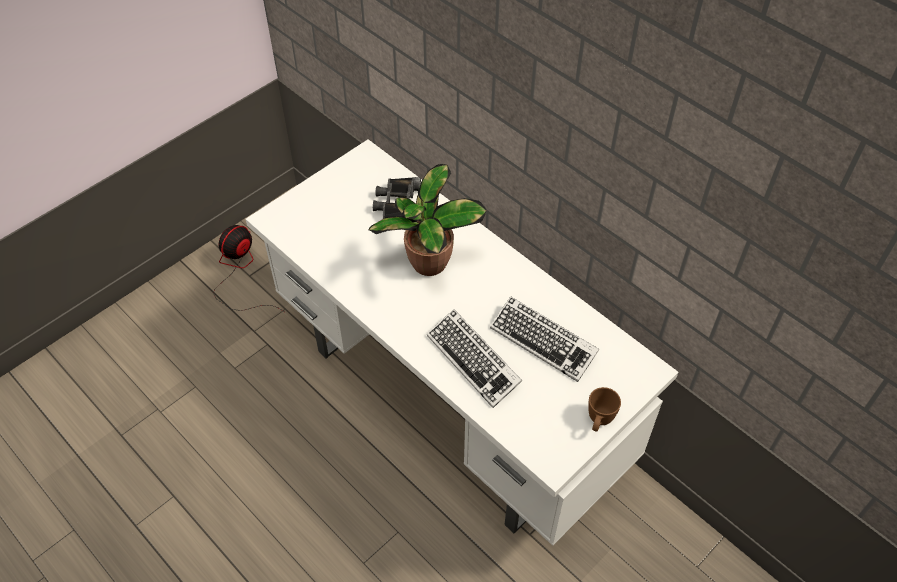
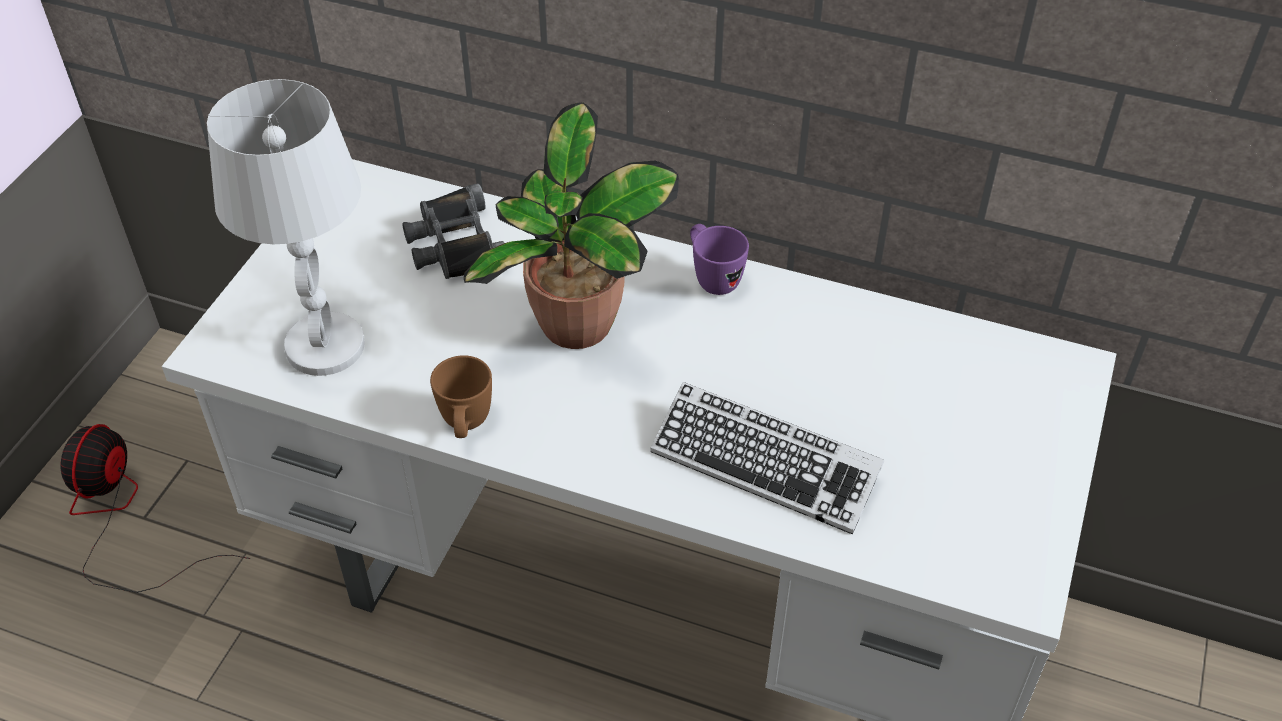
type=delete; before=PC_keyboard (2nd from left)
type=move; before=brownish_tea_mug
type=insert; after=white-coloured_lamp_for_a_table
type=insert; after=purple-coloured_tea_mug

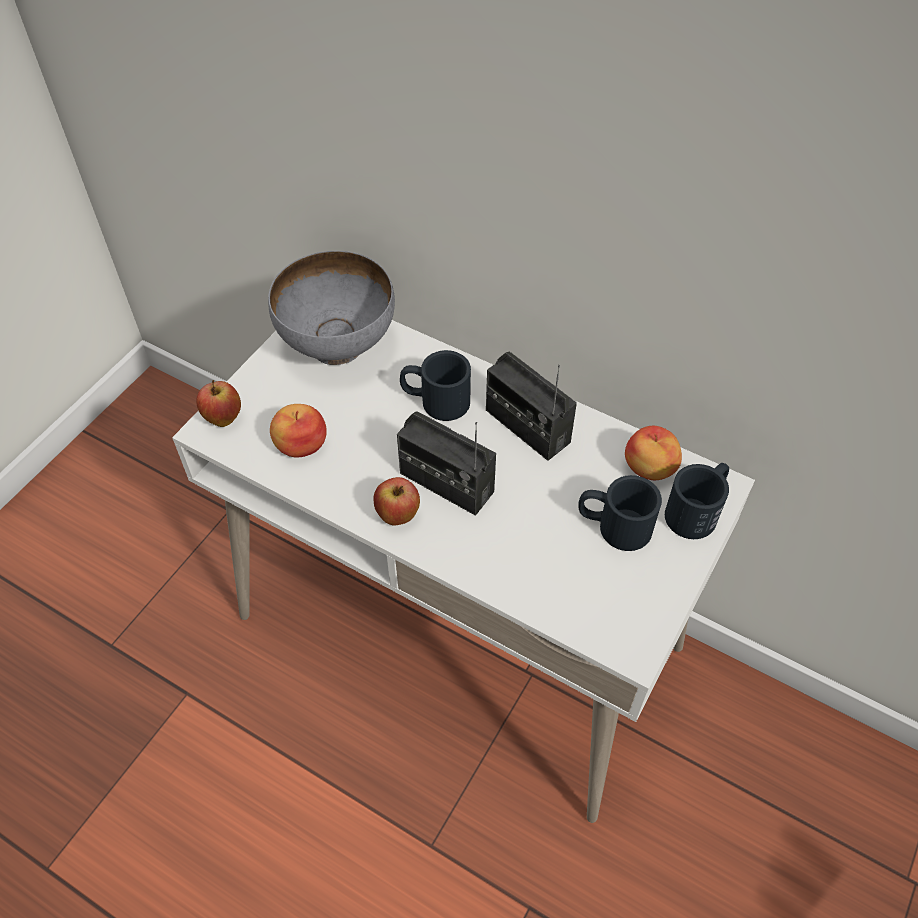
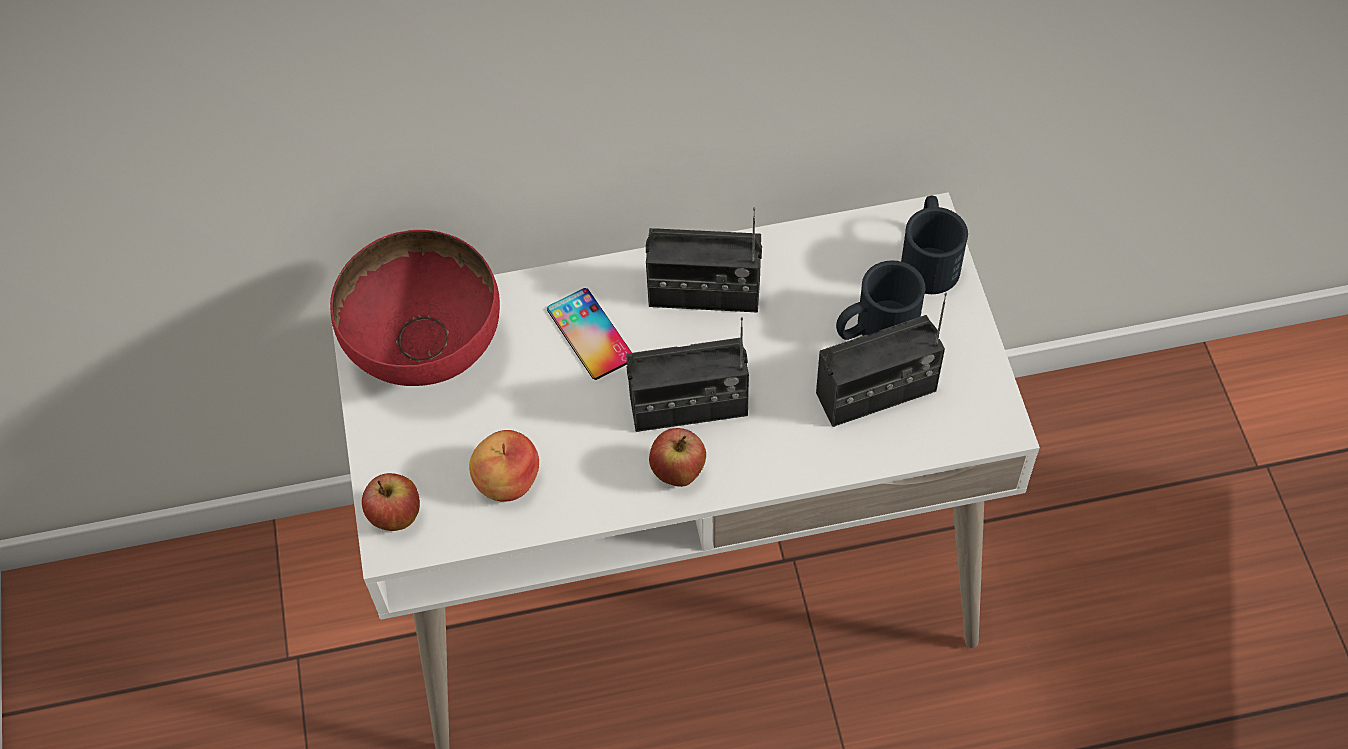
type=recolor; before=gray_serving_bowl; after=red-coloured_serving_bowl
type=replace; before=black_tea_mug (1st from left); after=handset
type=delete; before=whole_apple (4th from left)
type=insert; after=radio (3rd from left)

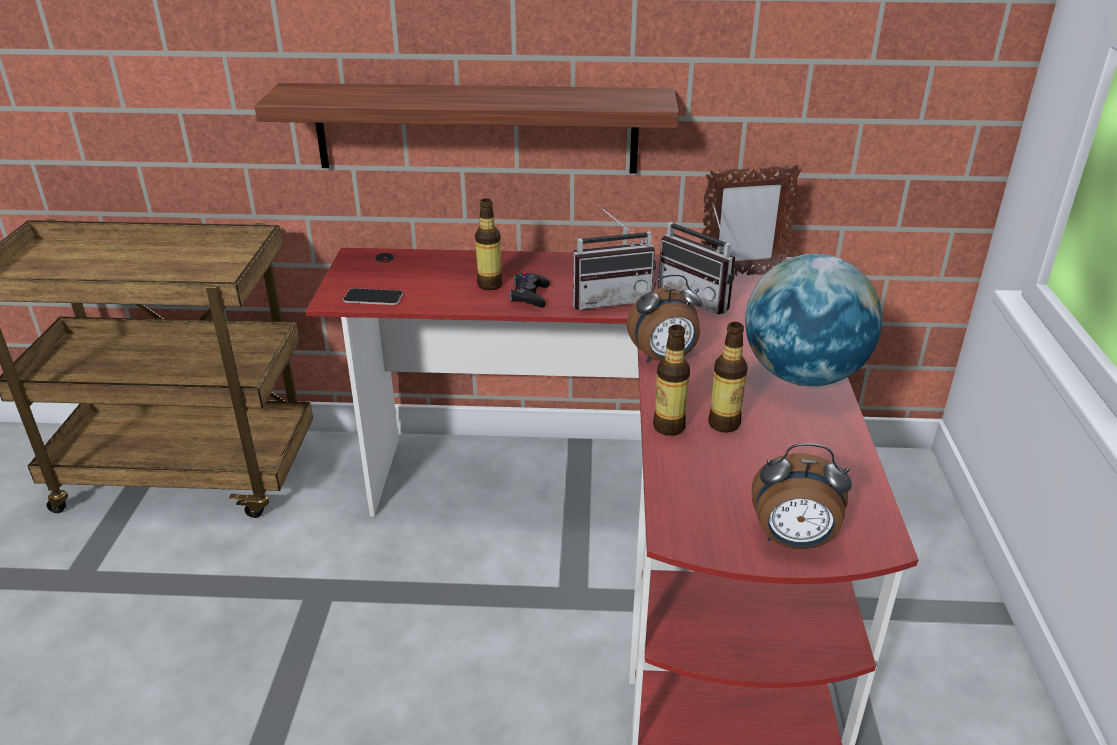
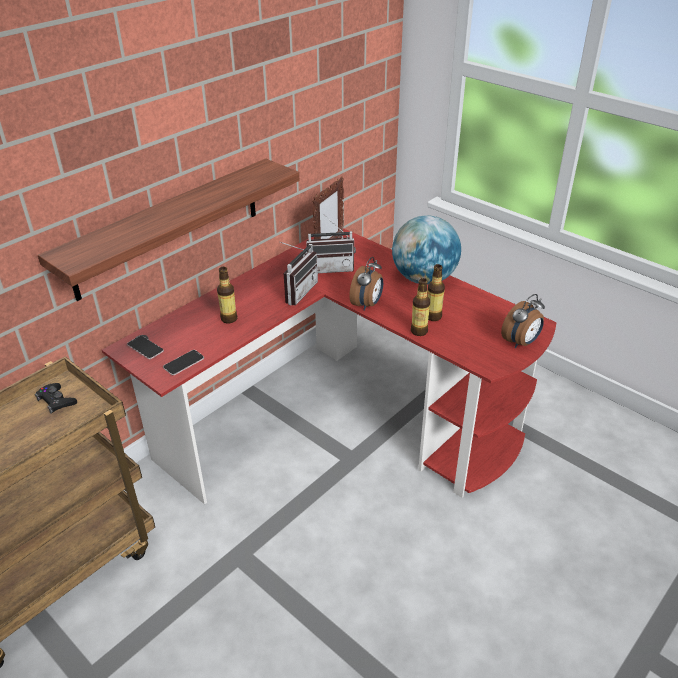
type=move; before=black_game_controller
type=insert; after=handset (1st from left)

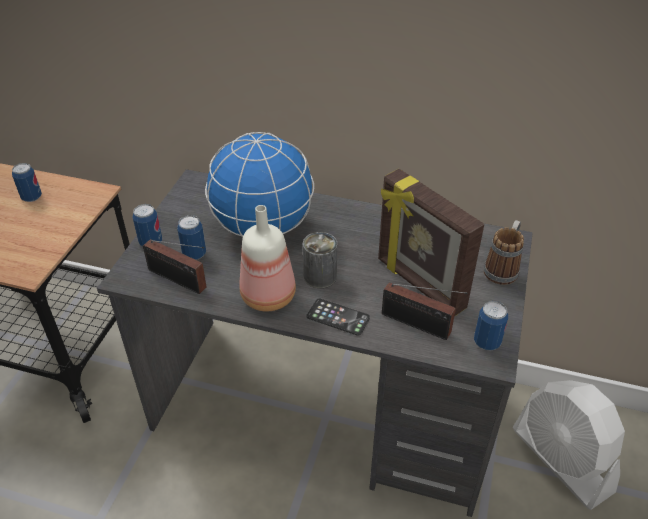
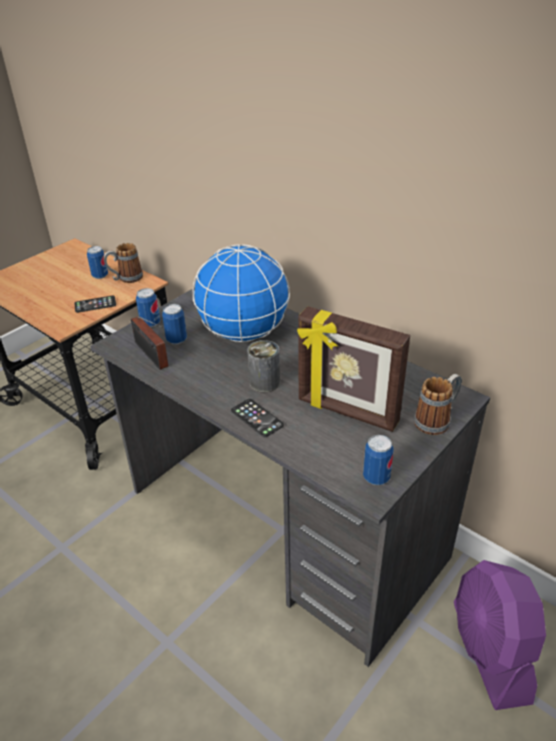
type=delete; before=bottle
type=rotate; before=picture_frame; turn=-45
type=delete; before=radio (2nd from left)
type=recolor; before=white-coloured_fan; after=purple-coloured_fan
type=insert; after=handset (1st from left)
type=insert; after=tea_mug (1st from left)

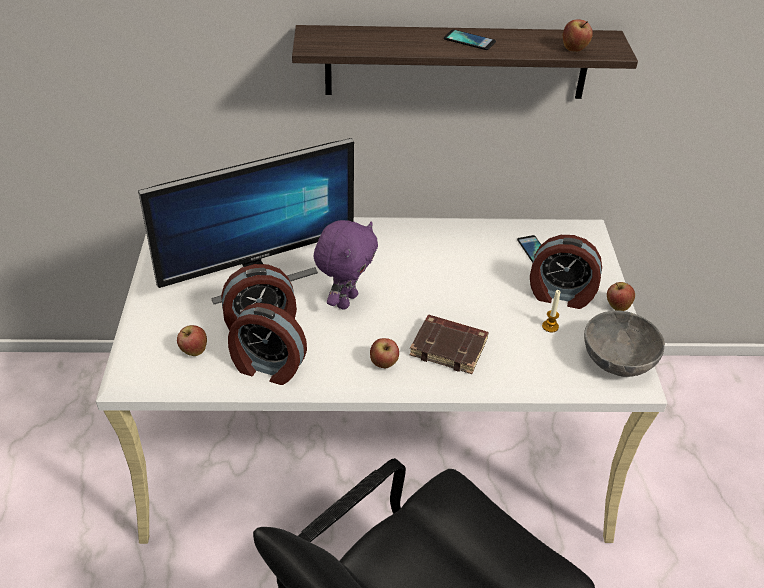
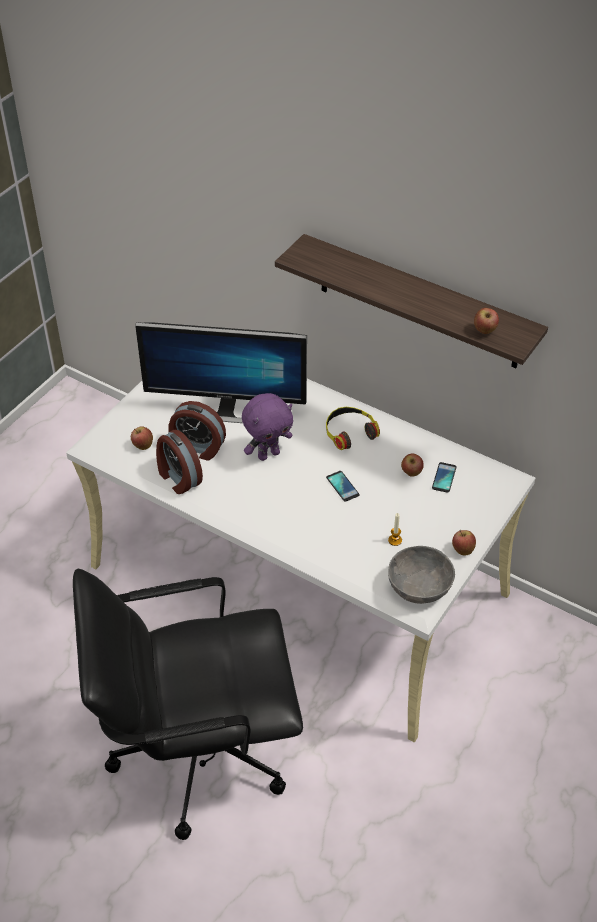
type=move; before=whole_apple (2nd from left)
type=delete; before=brownish_book
type=move; before=handset (1st from left)
type=delete; before=bedside_clock (3rd from left)
type=insert; after=pair_of_headphones

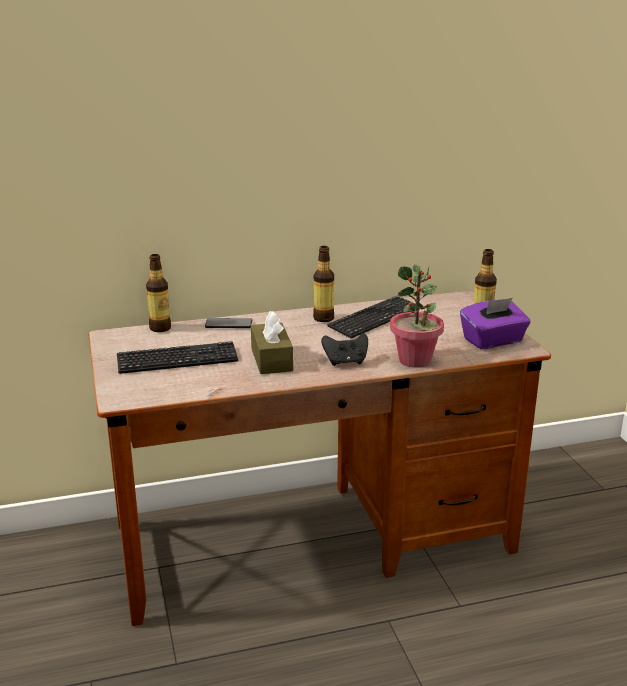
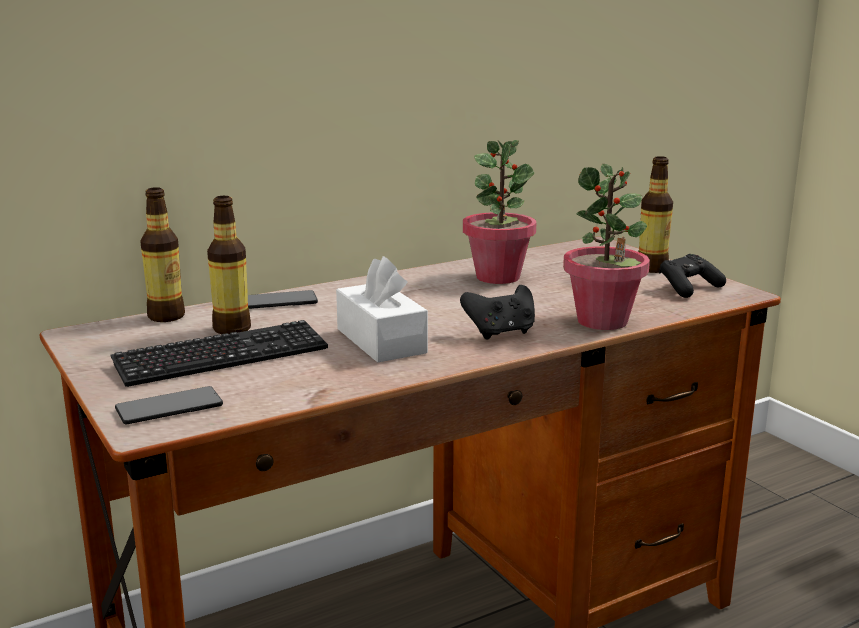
type=recolor; before=brownish_tissue_box; after=white-coloured_tissue_box
type=move; before=bottle (2nd from left)
type=replace; before=PC_keyboard (2nd from left); after=potted_plant (1st from left)
type=replace; before=purple-coloured_tissue_box; after=black_game_controller (2nd from left)
type=insert; after=handset (1st from left)

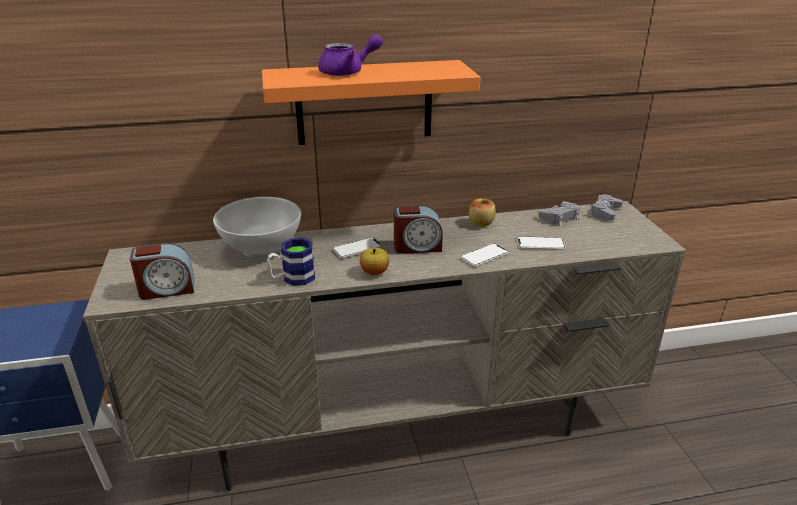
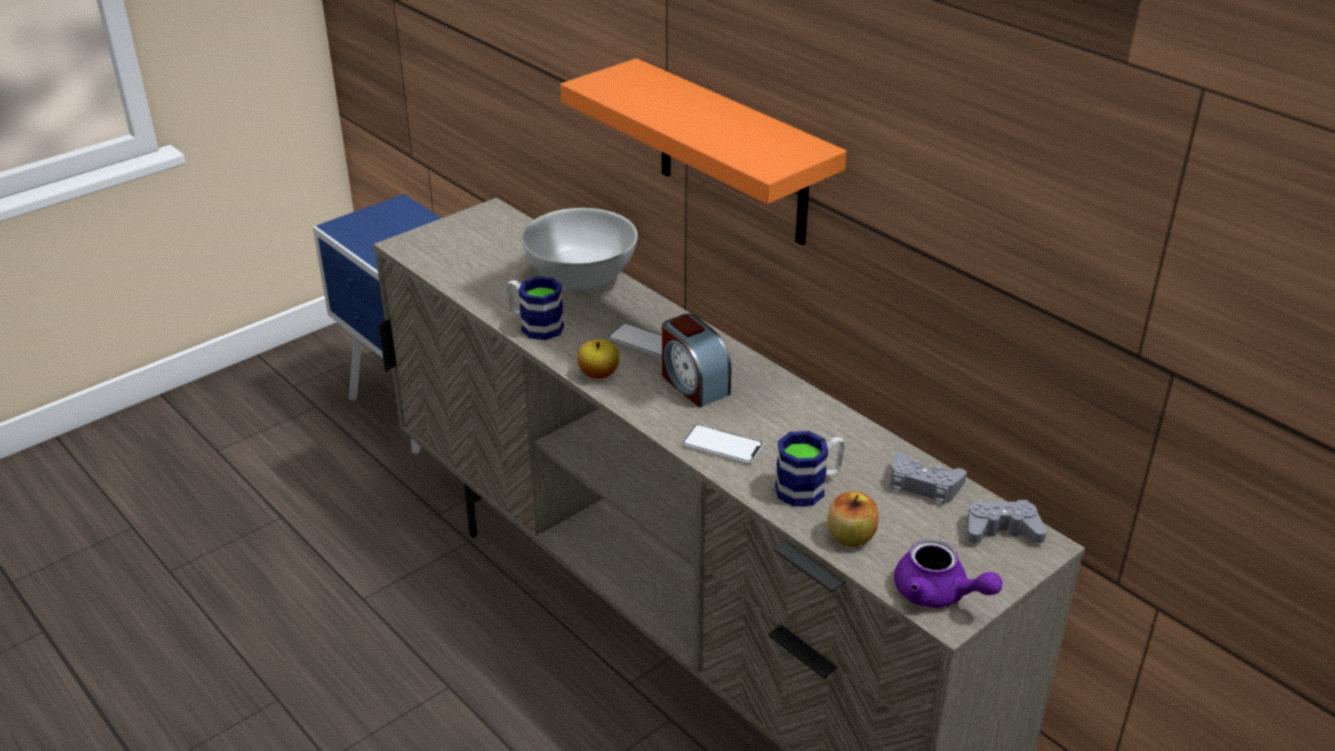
type=delete; before=bedside_clock (1st from left)
type=move; before=purple-coloured_tea_pot
type=move; before=whole_apple (2nd from left)
type=replace; before=handset (3rd from left); after=tea_mug (2nd from left)

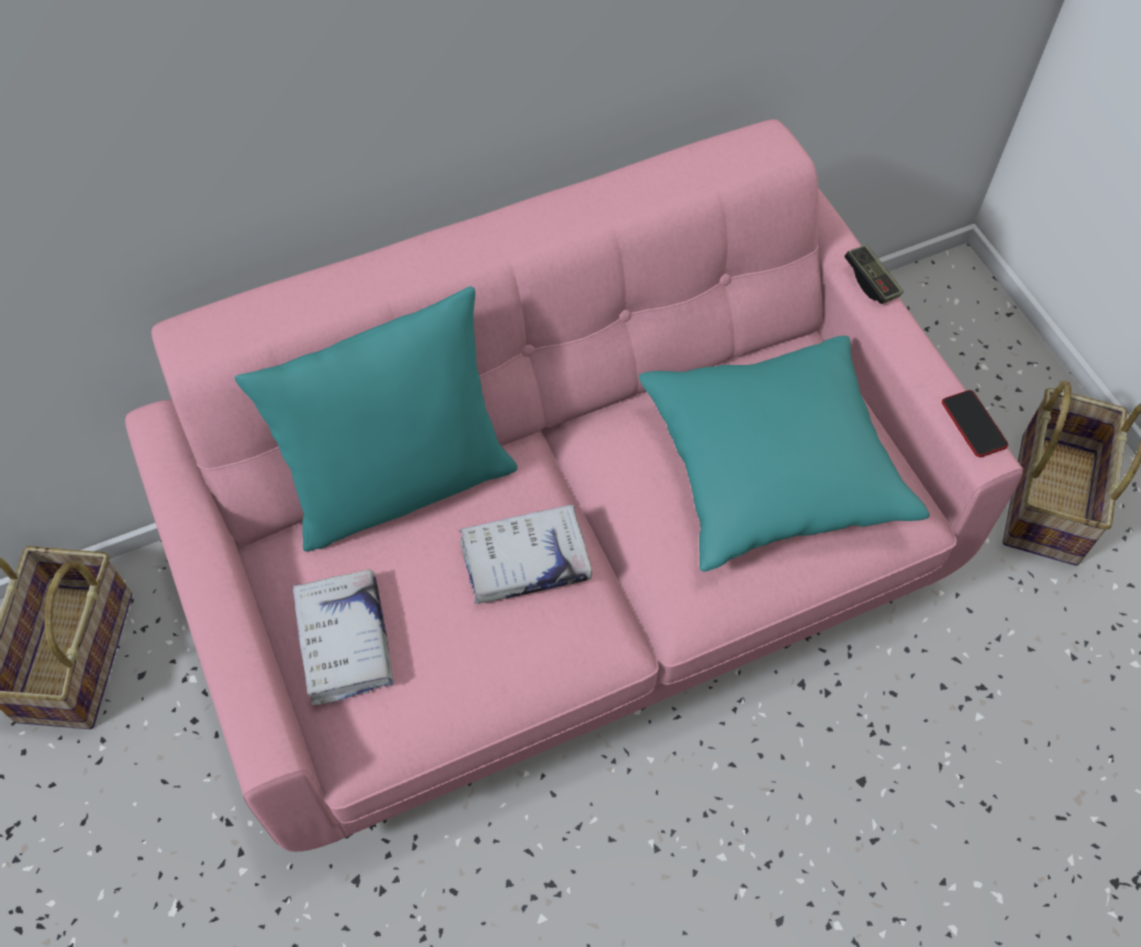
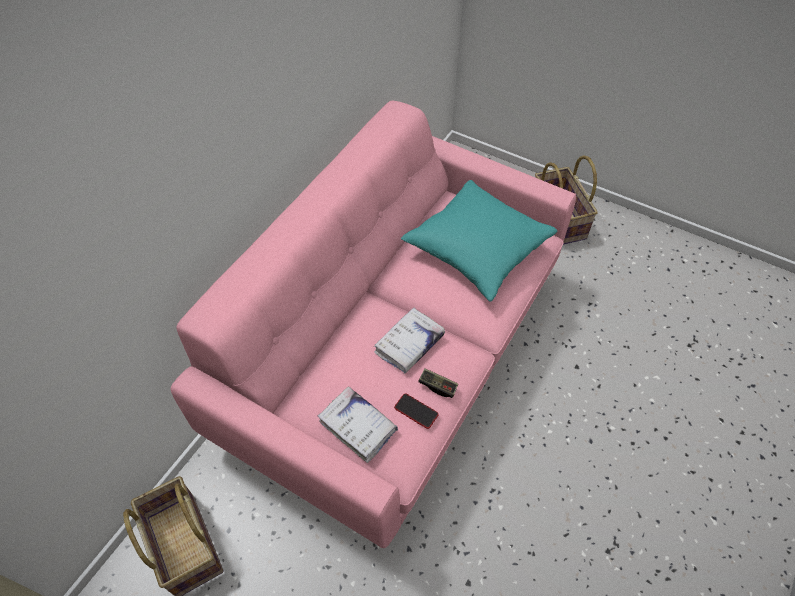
type=delete; before=turquoise_cushion (1st from left)
type=move; before=game_controller
type=move; before=handset

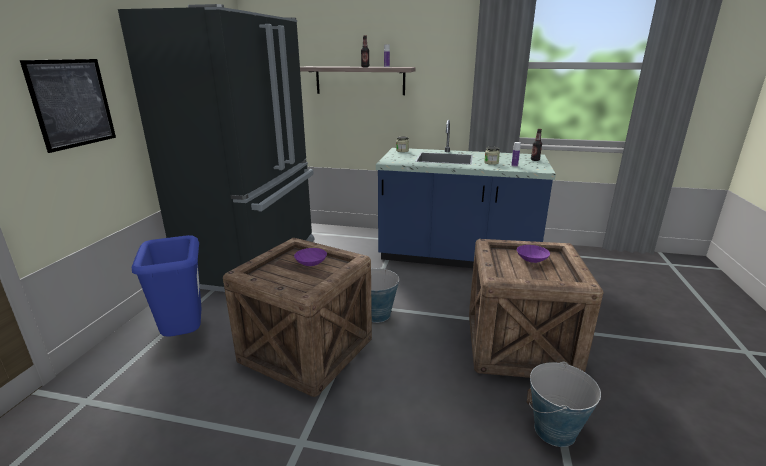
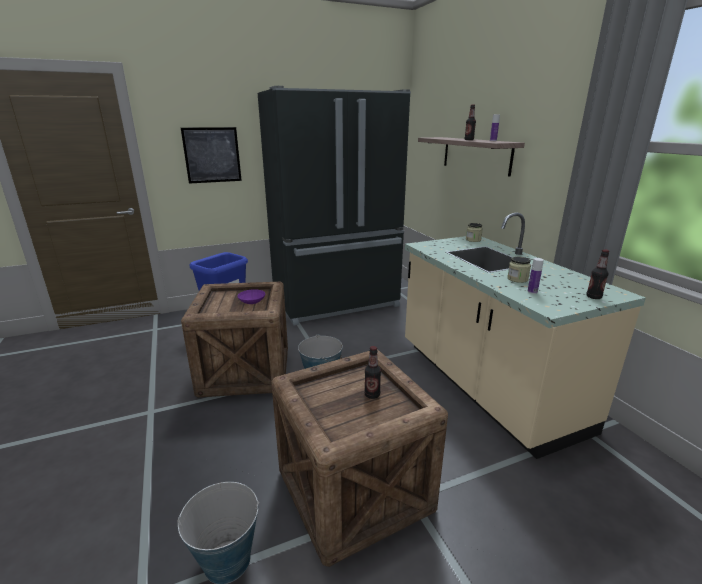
type=recolor; before=blue-coloured_kitchen_base_unit; after=beige_kitchen_base_unit
type=replace; before=purple-coloured_serving_bowl (2nd from left); after=bottle (1st from left)

